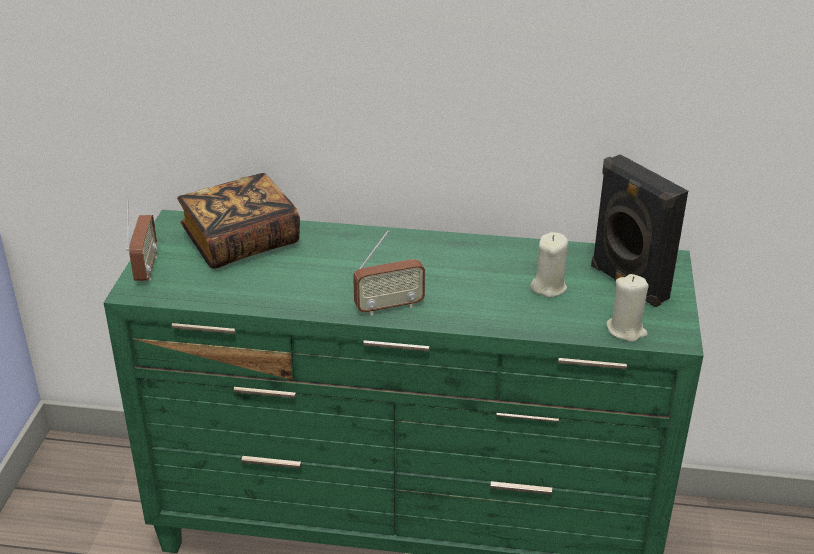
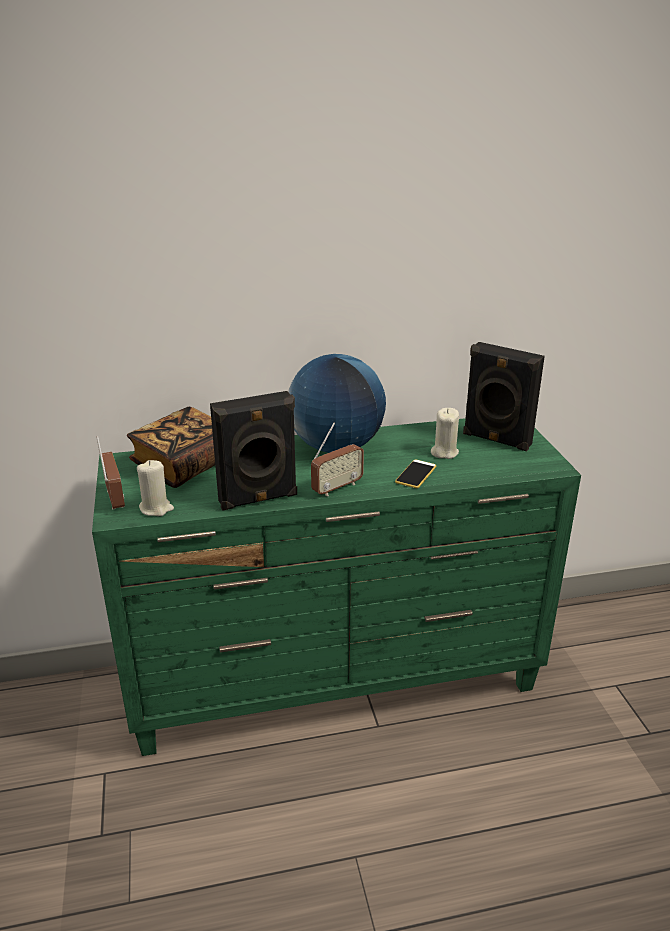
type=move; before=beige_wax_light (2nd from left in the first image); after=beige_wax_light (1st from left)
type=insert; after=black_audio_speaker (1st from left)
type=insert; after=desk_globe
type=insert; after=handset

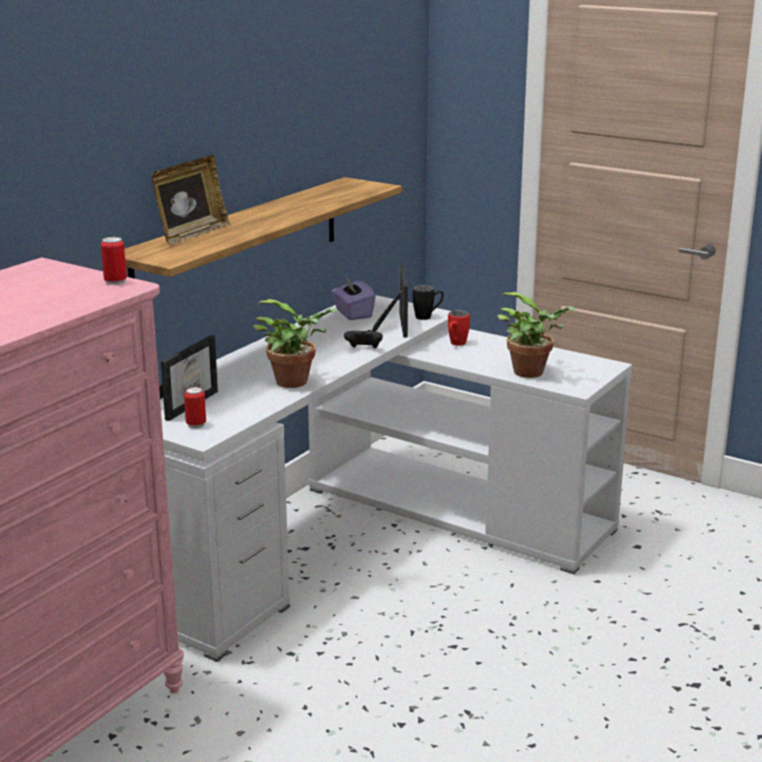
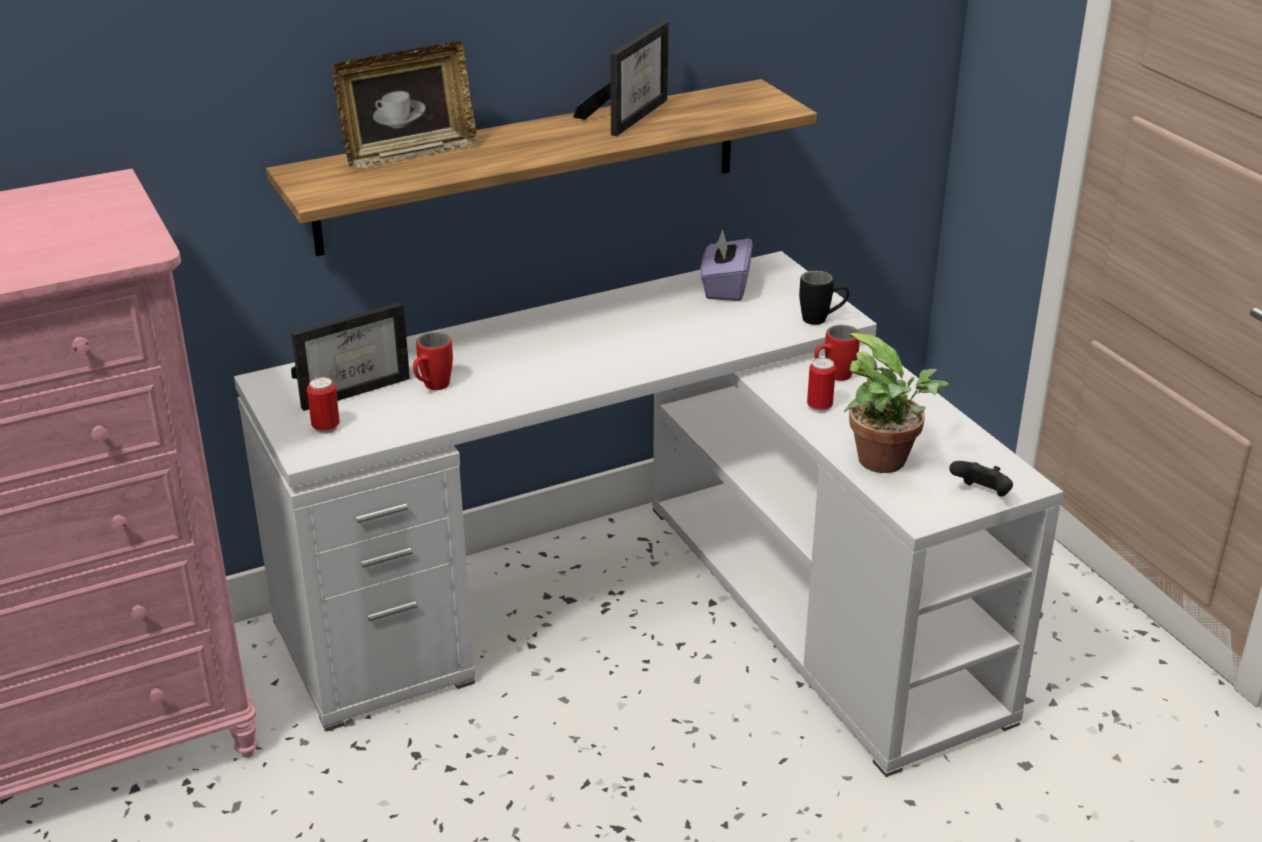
type=move; before=sealed_can (1st from left in the first image); after=sealed_can (2nd from left)
type=delete; before=potted_plant (1st from left)
type=move; before=black_game_controller
type=move; before=picture_frame (3rd from left)
type=insert; after=red-coloured_tea_mug (1st from left)

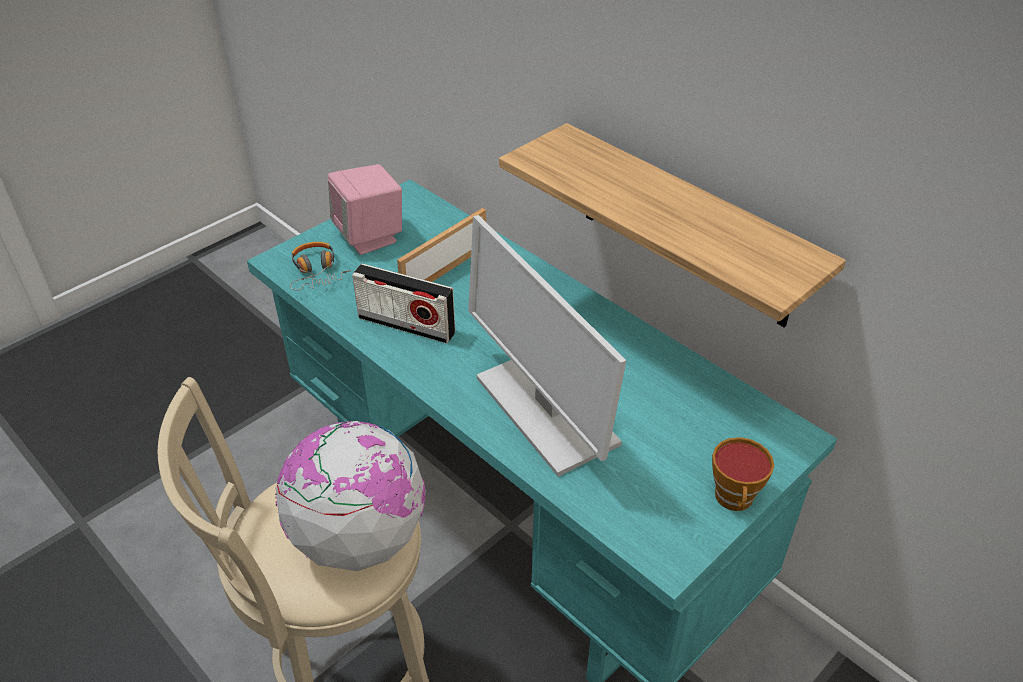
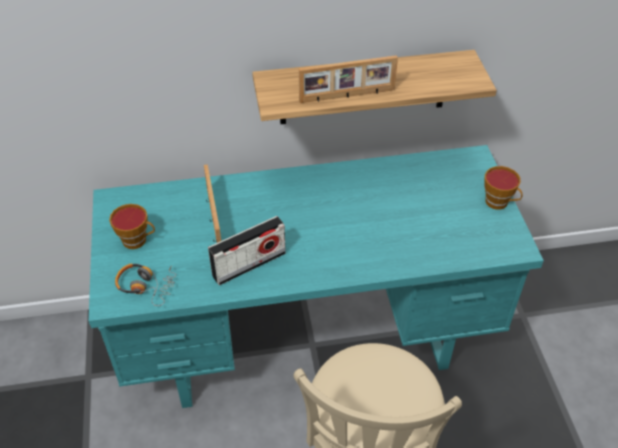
type=delete; before=desk_globe
type=replace; before=pink_audio_speaker; after=small_cup (1st from left)
type=delete; before=computer_display
type=insert; after=picture_frame (2nd from left)

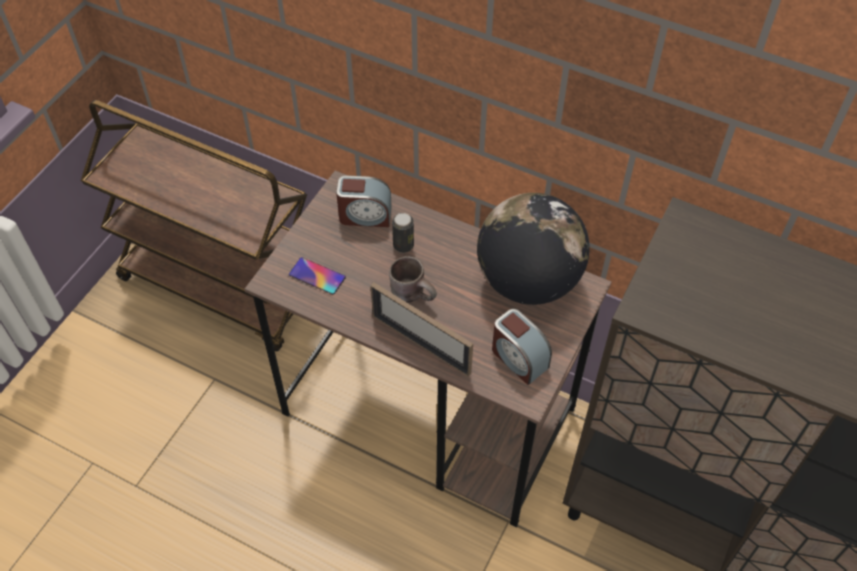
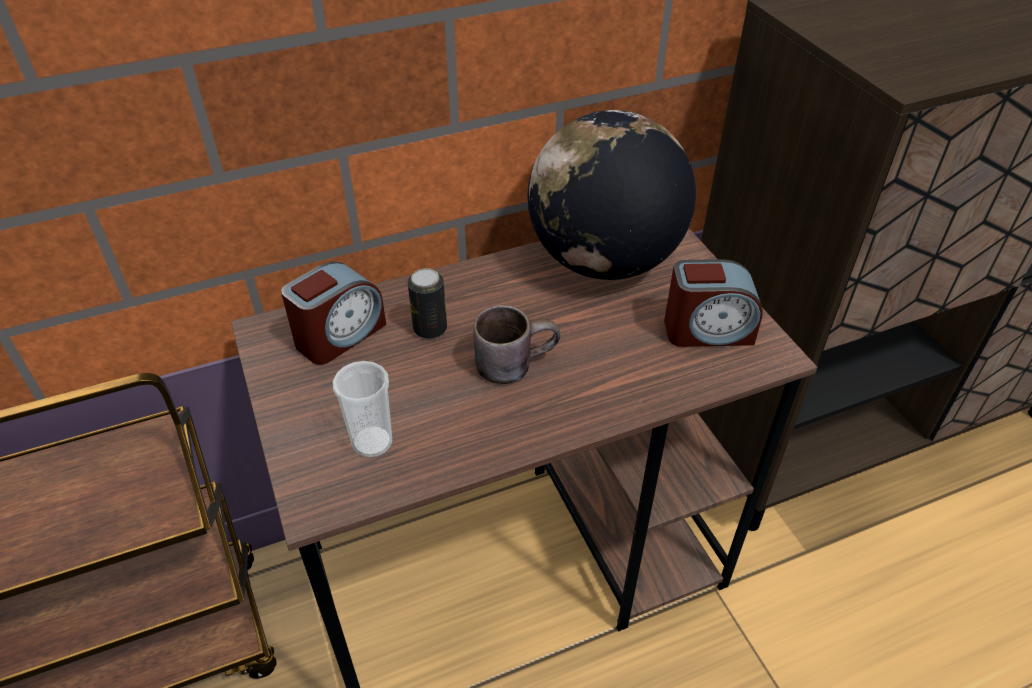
type=replace; before=handset; after=small_cup
type=delete; before=picture_frame

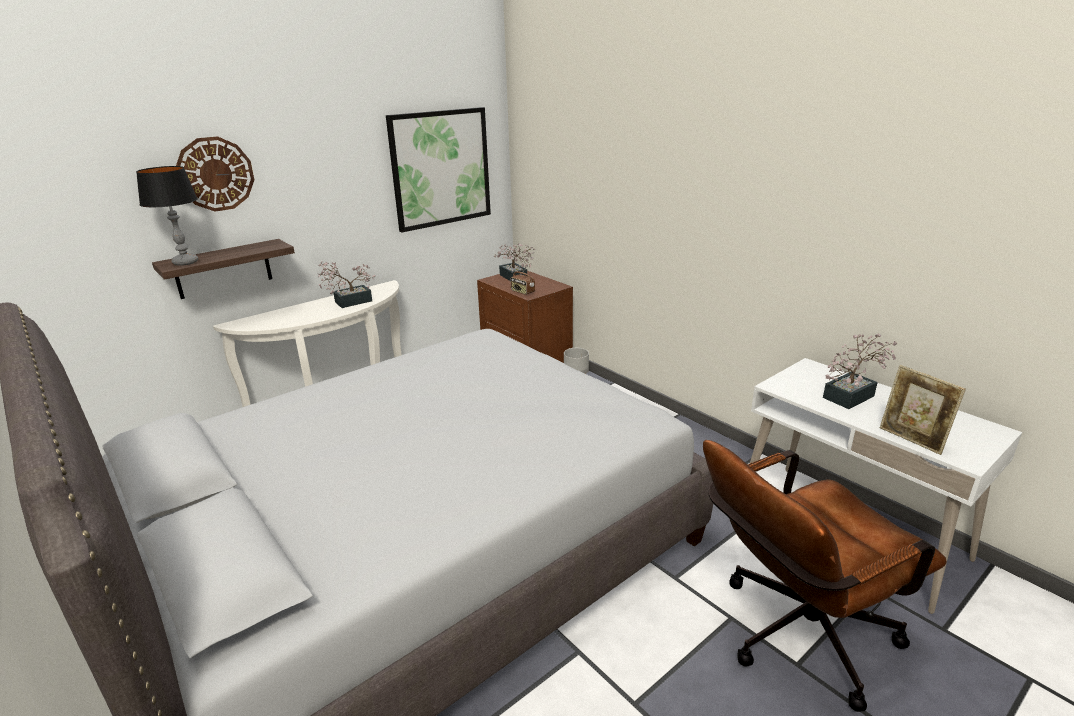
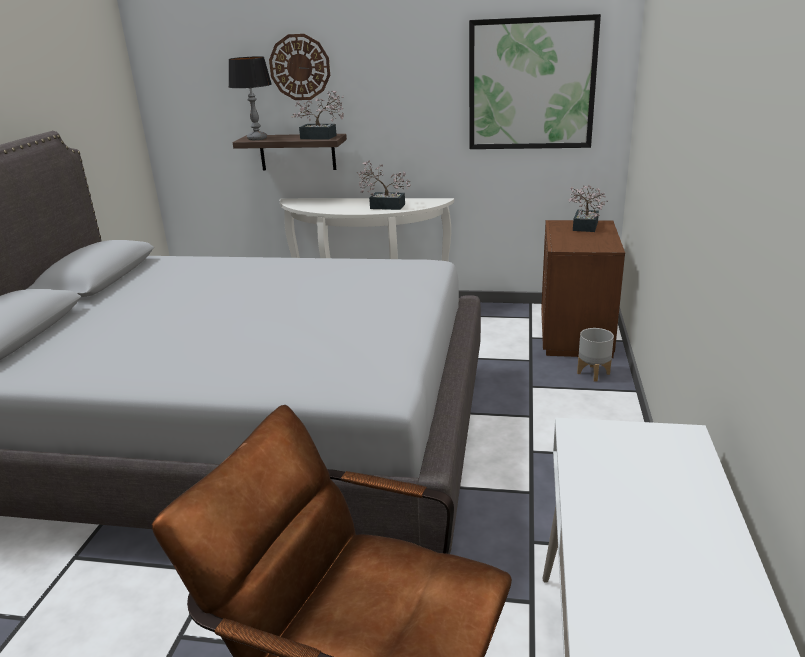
type=delete; before=radio
type=move; before=potted_plant (3rd from left in the first image); after=potted_plant (1st from left)
type=delete; before=picture_frame

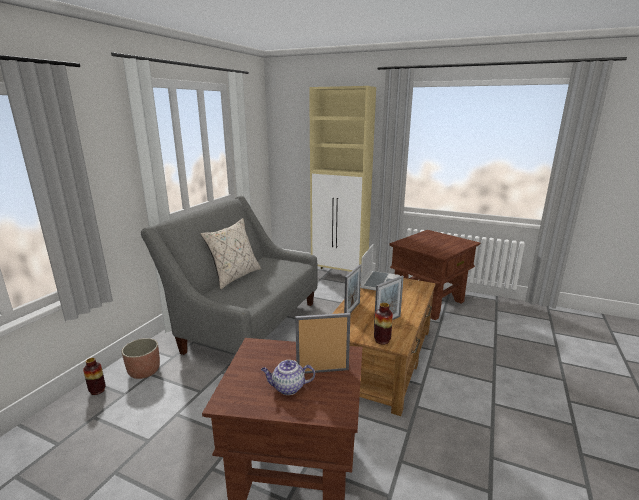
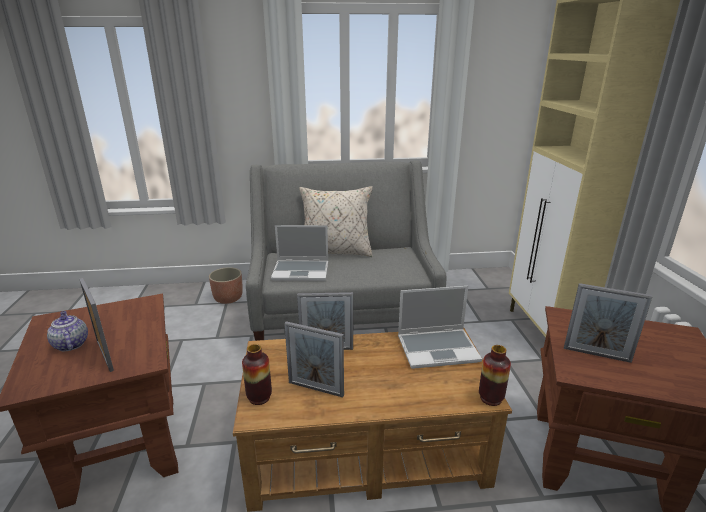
type=move; before=flower_vase (1st from left in the first image); after=flower_vase (2nd from left)
type=insert; after=laptop (1st from left)
type=insert; after=picture_frame (4th from left)

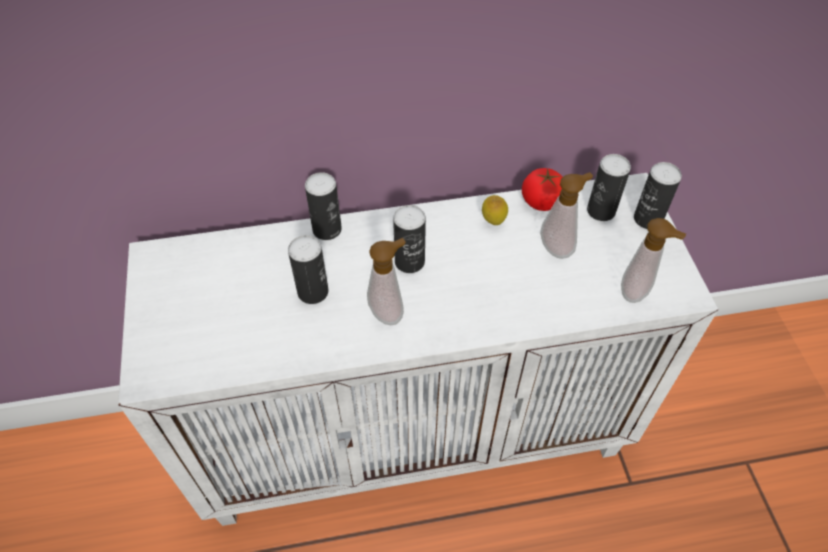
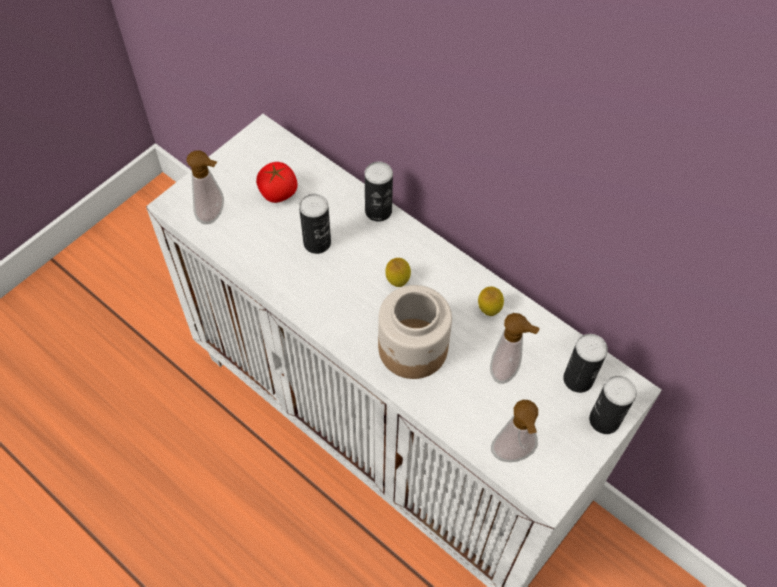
type=move; before=liquid_soap_bottle (1st from left)
type=replace; before=sealed_can (3rd from left); after=whole_lemon (1st from left)
type=move; before=tomato
type=insert; after=preserve_jar

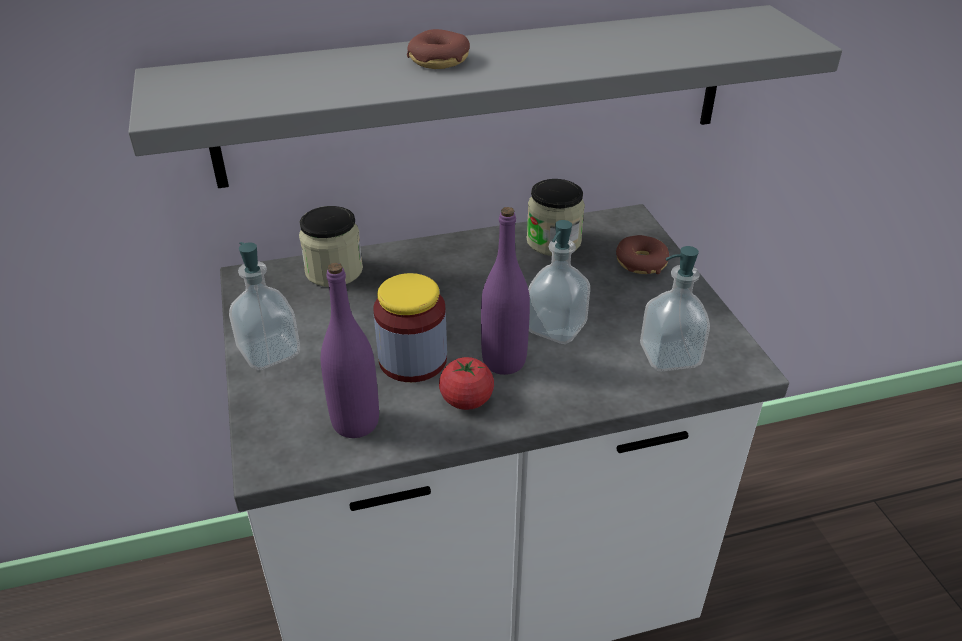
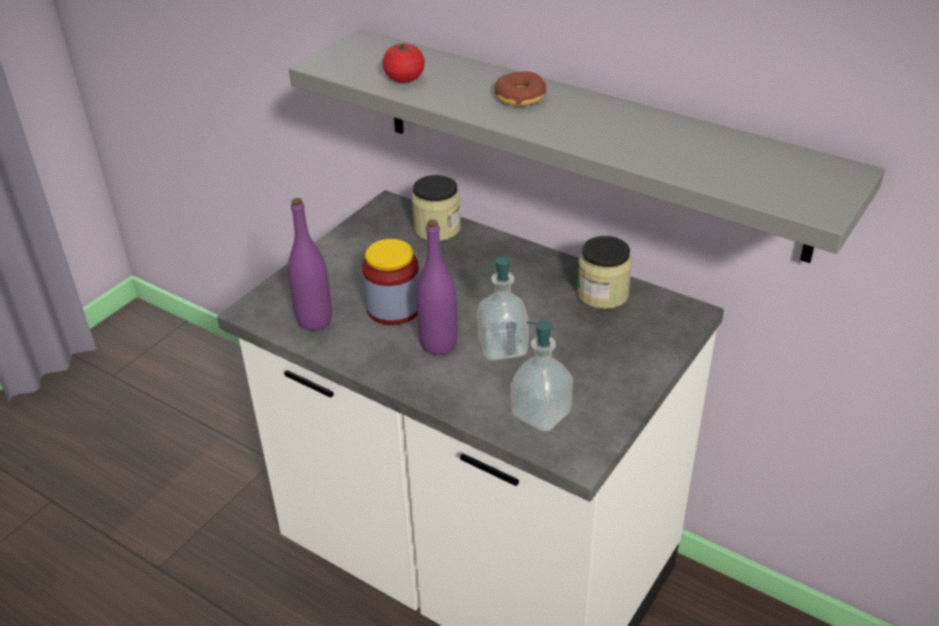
type=delete; before=liquid_soap_bottle (1st from left)
type=move; before=tomato
type=delete; before=donut (2nd from left)

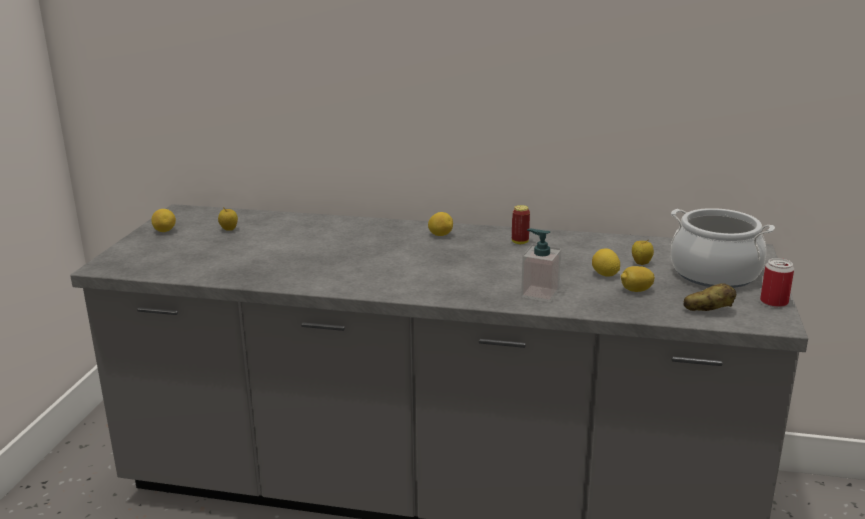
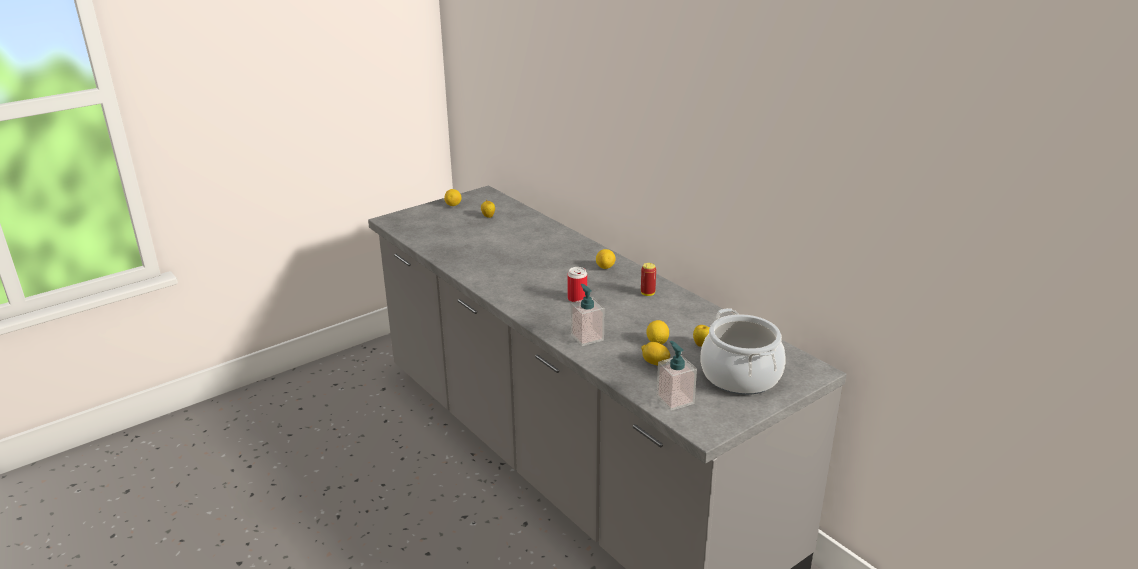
type=replace; before=whole_potato; after=liquid_soap_bottle (2nd from left)
type=move; before=sealed_can (2nd from left in the first image); after=sealed_can (1st from left)

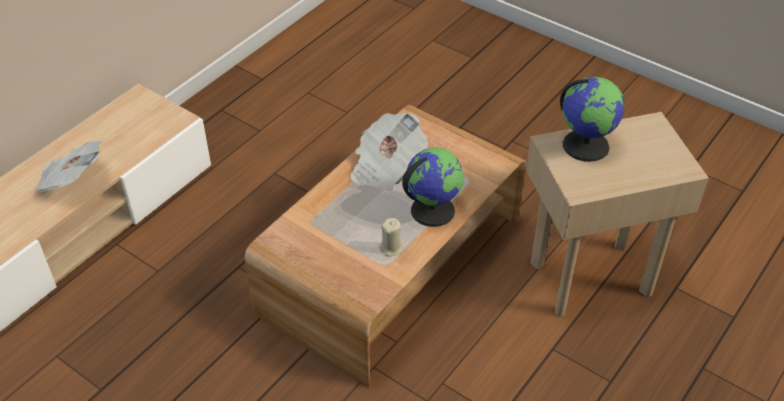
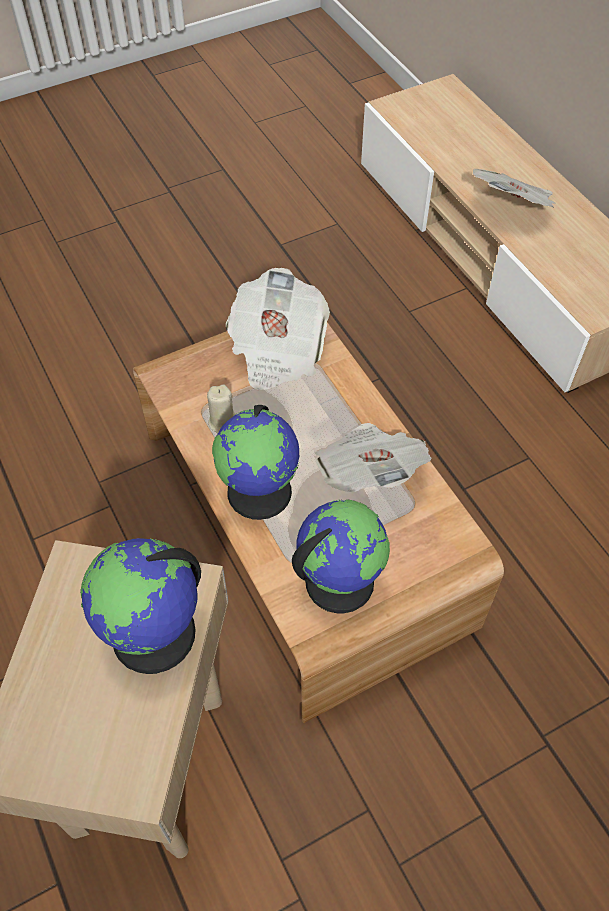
type=insert; after=newspaper (1st from left)
type=insert; after=desk_globe (3rd from left)

